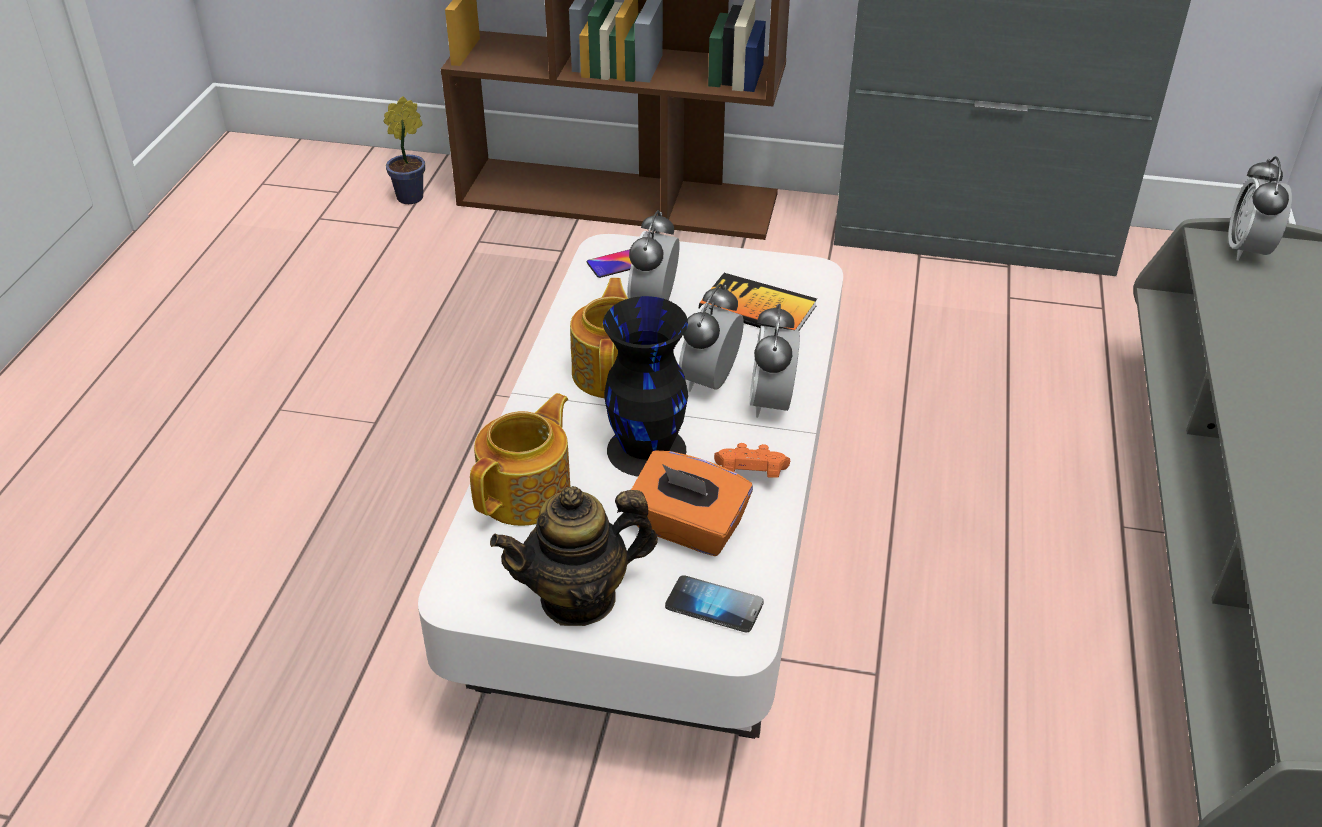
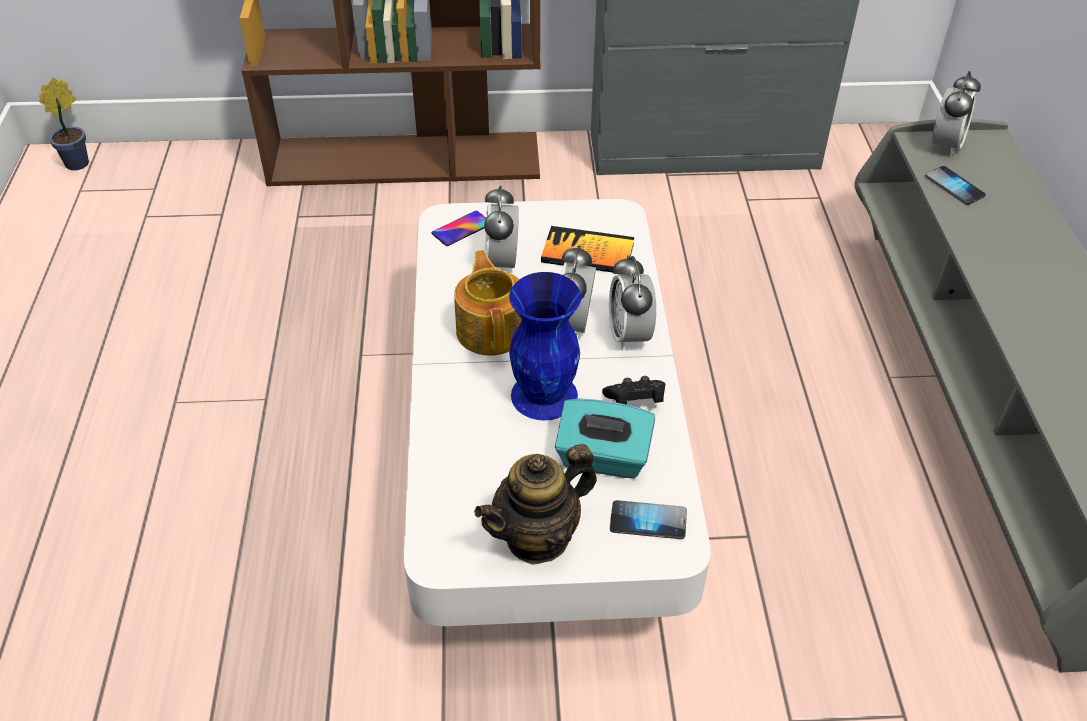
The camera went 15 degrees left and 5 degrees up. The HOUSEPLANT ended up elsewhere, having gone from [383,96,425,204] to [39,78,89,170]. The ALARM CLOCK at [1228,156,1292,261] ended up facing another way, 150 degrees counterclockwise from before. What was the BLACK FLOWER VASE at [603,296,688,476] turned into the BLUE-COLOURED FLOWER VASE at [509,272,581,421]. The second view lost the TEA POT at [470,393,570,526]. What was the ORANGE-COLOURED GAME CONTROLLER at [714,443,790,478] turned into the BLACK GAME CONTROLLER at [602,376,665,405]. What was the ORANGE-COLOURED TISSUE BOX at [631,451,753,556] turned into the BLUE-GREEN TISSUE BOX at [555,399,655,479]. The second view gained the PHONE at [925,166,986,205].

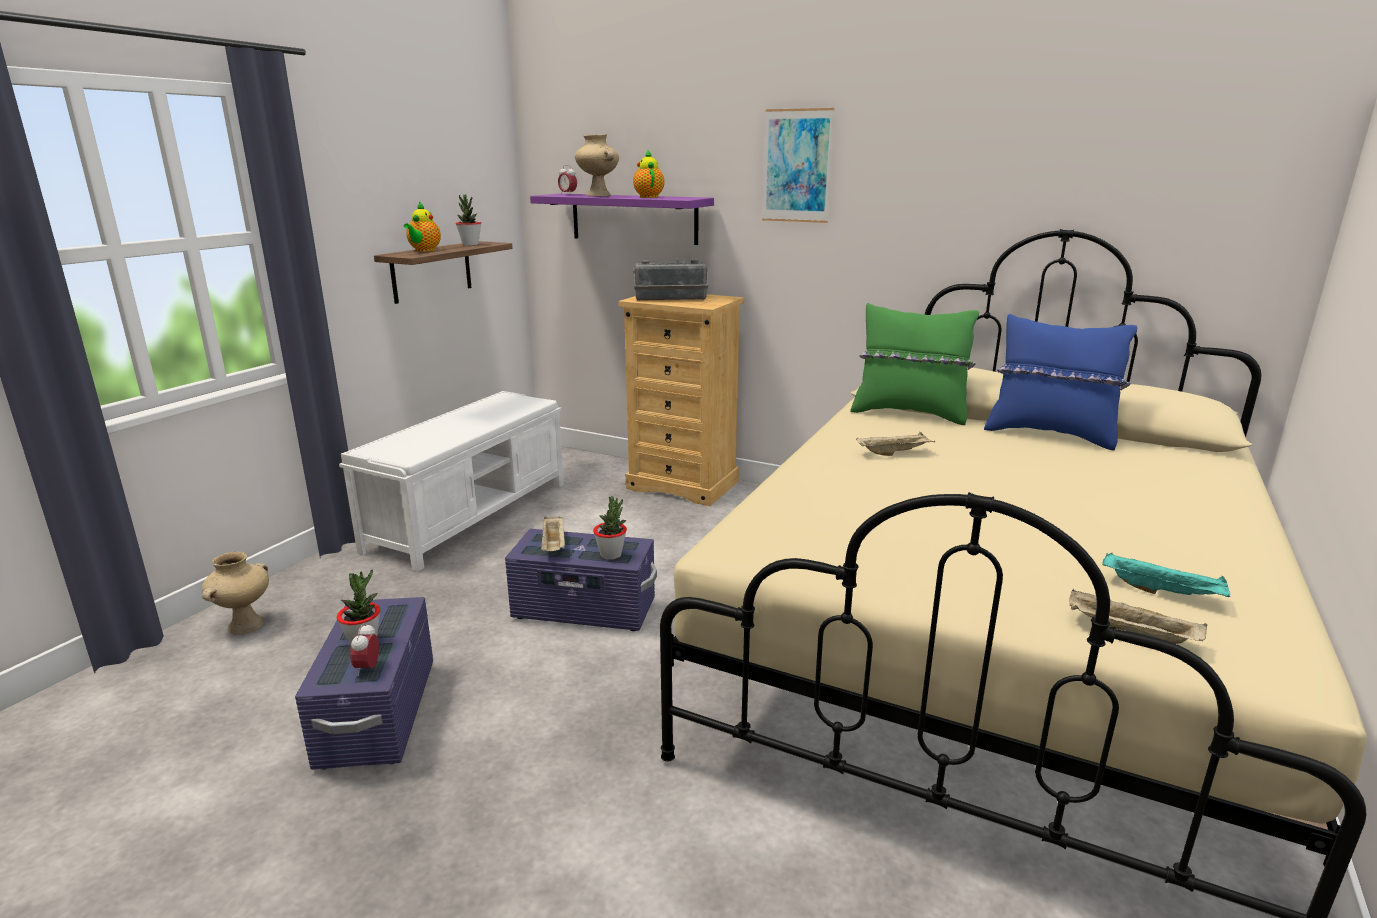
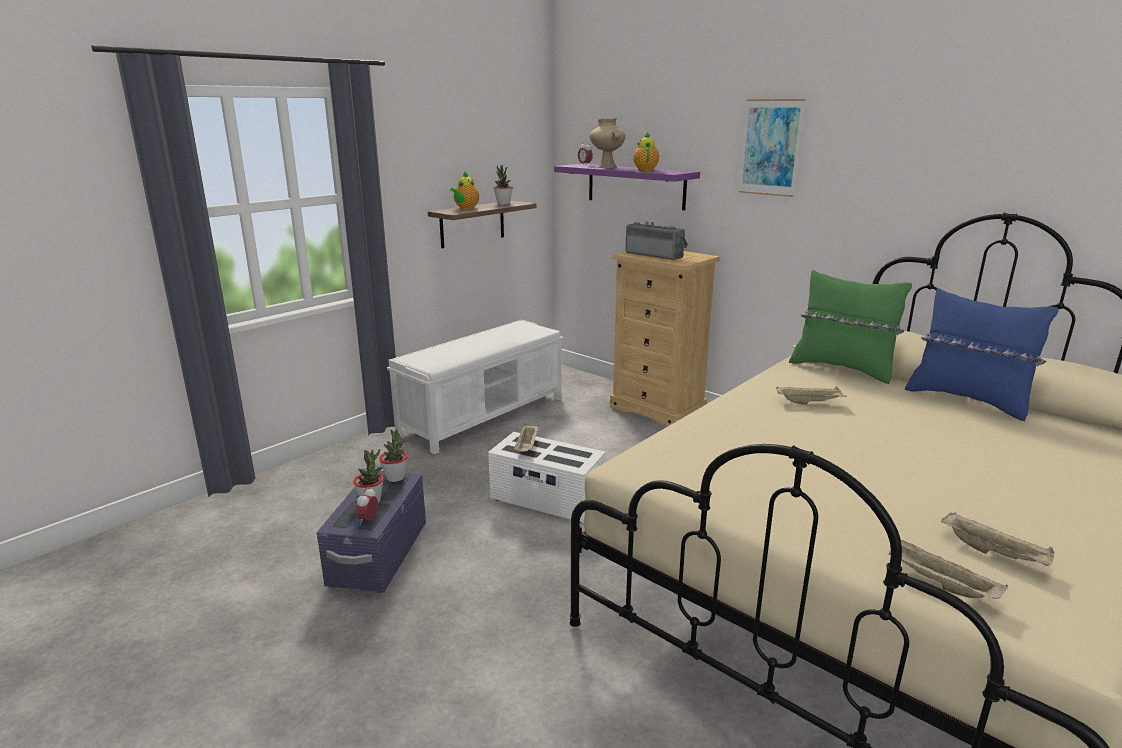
The camera went 15 degrees right and 0 degrees up. The RADIO at [633,259,708,301] ended up facing another way, 150 degrees counterclockwise from before. The HOUSEPLANT ended up elsewhere, having gone from [593,496,627,560] to [379,429,408,482]. What was the PURPLE STORAGE BIN at [505,529,657,631] turned into the WHITE-COLOURED STORAGE BIN at [488,432,606,523]. The second view lost the SAND-COLOURED FLOWER VASE at [202,552,269,635]. What was the BLUE-GREEN SERVING TRAY at [1102,552,1230,597] turned into the SAND-COLOURED SERVING TRAY at [941,512,1054,566].

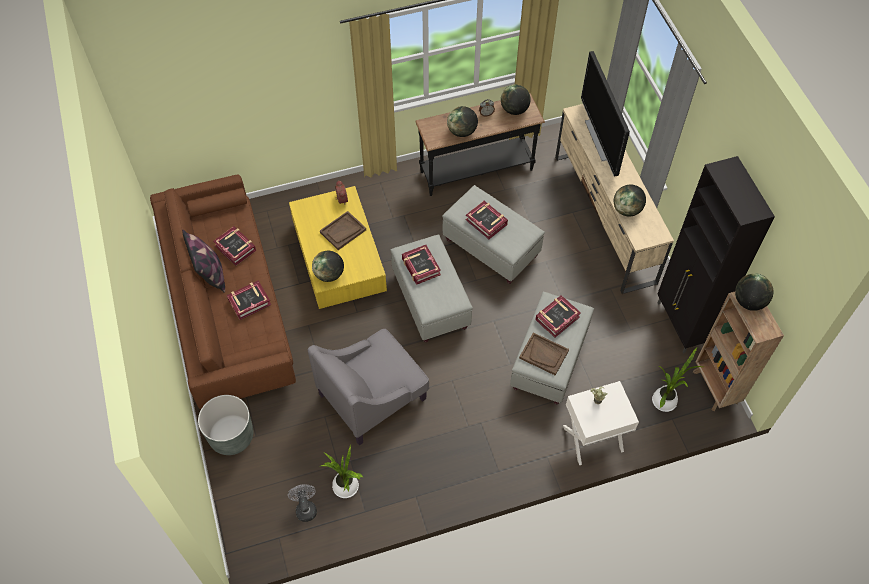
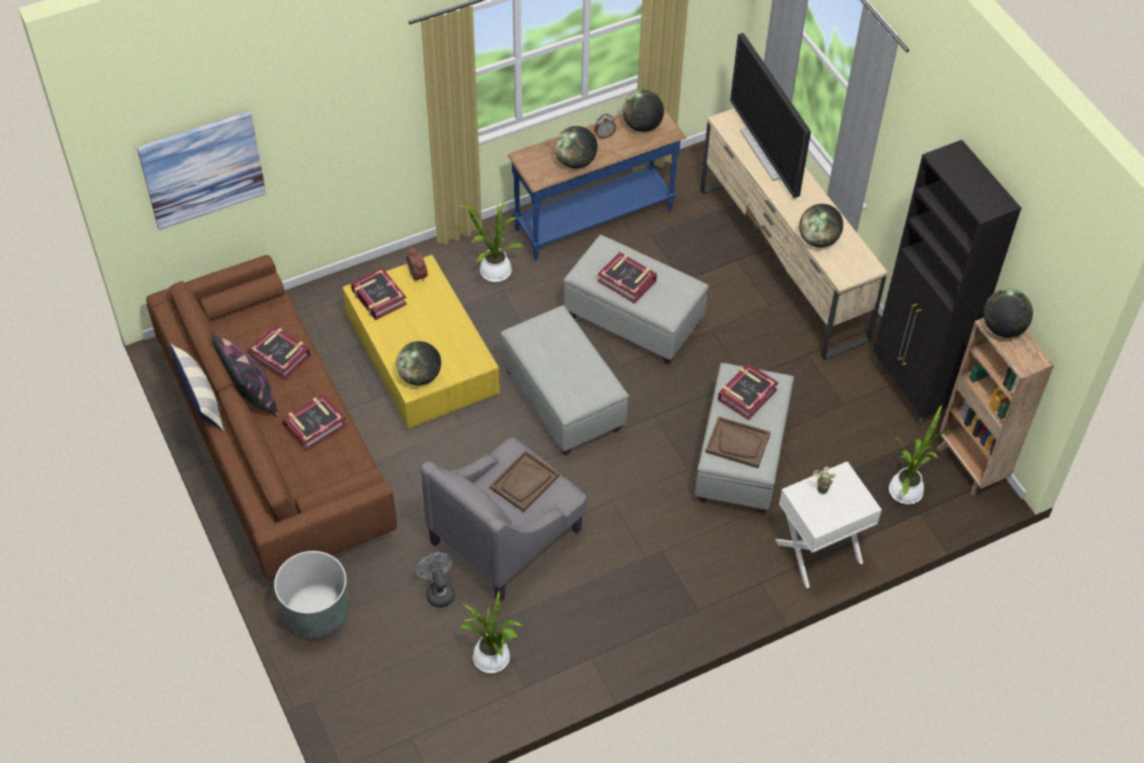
The camera went 10 degrees left and 5 degrees down. What was the BLACK NARROW TABLE at [415,93,545,196] turned into the BLUE-COLOURED NARROW TABLE at [508,108,687,260]. The BROWNISH SERVING TRAY ended up elsewhere, having gone from [320,211,366,250] to [490,450,560,512]. The VOLUME ended up elsewhere, having gone from [402,245,441,285] to [351,267,407,320]. The GREY ELECTRIC FAN ended up elsewhere, having gone from [288,484,317,522] to [416,552,455,608]. The second view gained the PICTURE at [137,111,266,230]. The second view gained the HOUSEPLANT at [457,200,523,282]. The second view gained the CUSHION at [170,343,223,431].

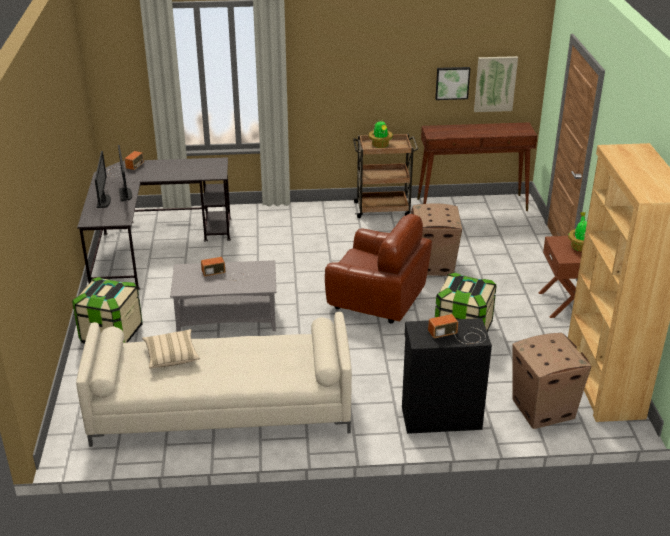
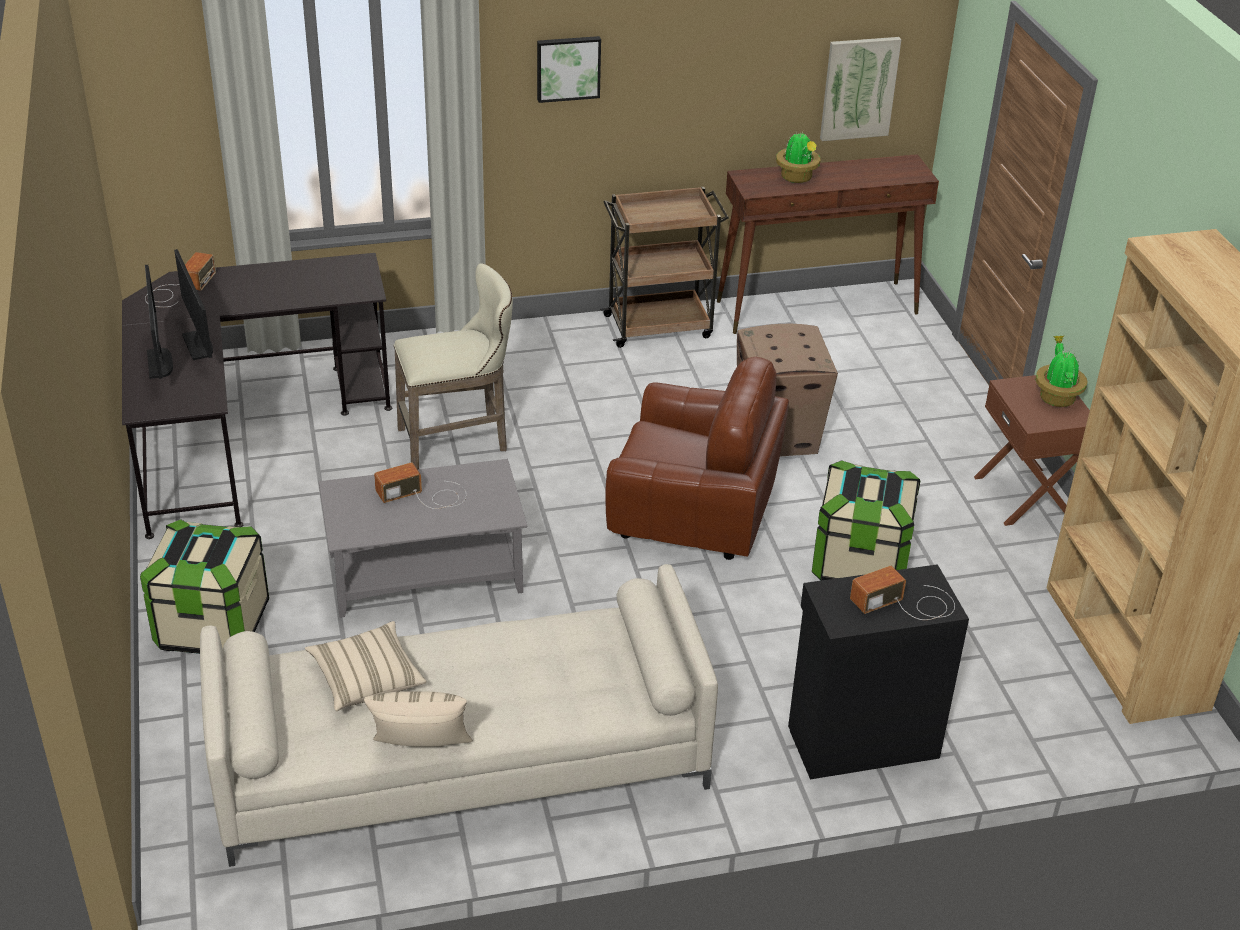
The camera went 10 degrees left and 5 degrees up. The PICTURE ended up elsewhere, having gone from [435,67,470,100] to [537,36,601,103]. The HOUSEPLANT ended up elsewhere, having gone from [369,119,393,148] to [776,132,820,183]. The second view lost the PACKING BOX at [512,333,591,429]. The second view gained the SAND-COLOURED STOOL at [394,263,513,470]. The second view gained the SAND-COLOURED CUSHION at [364,691,473,747].

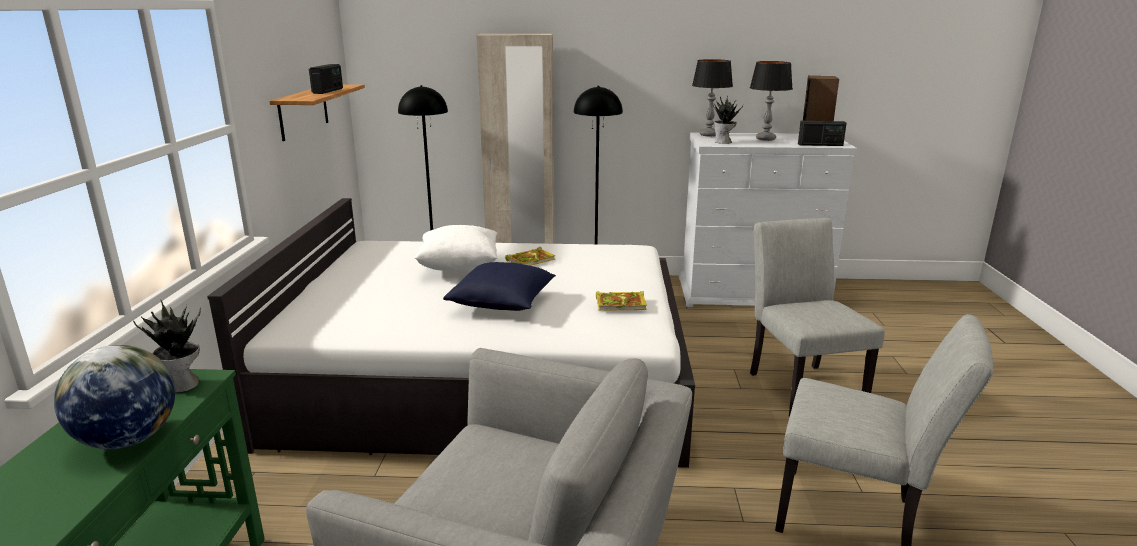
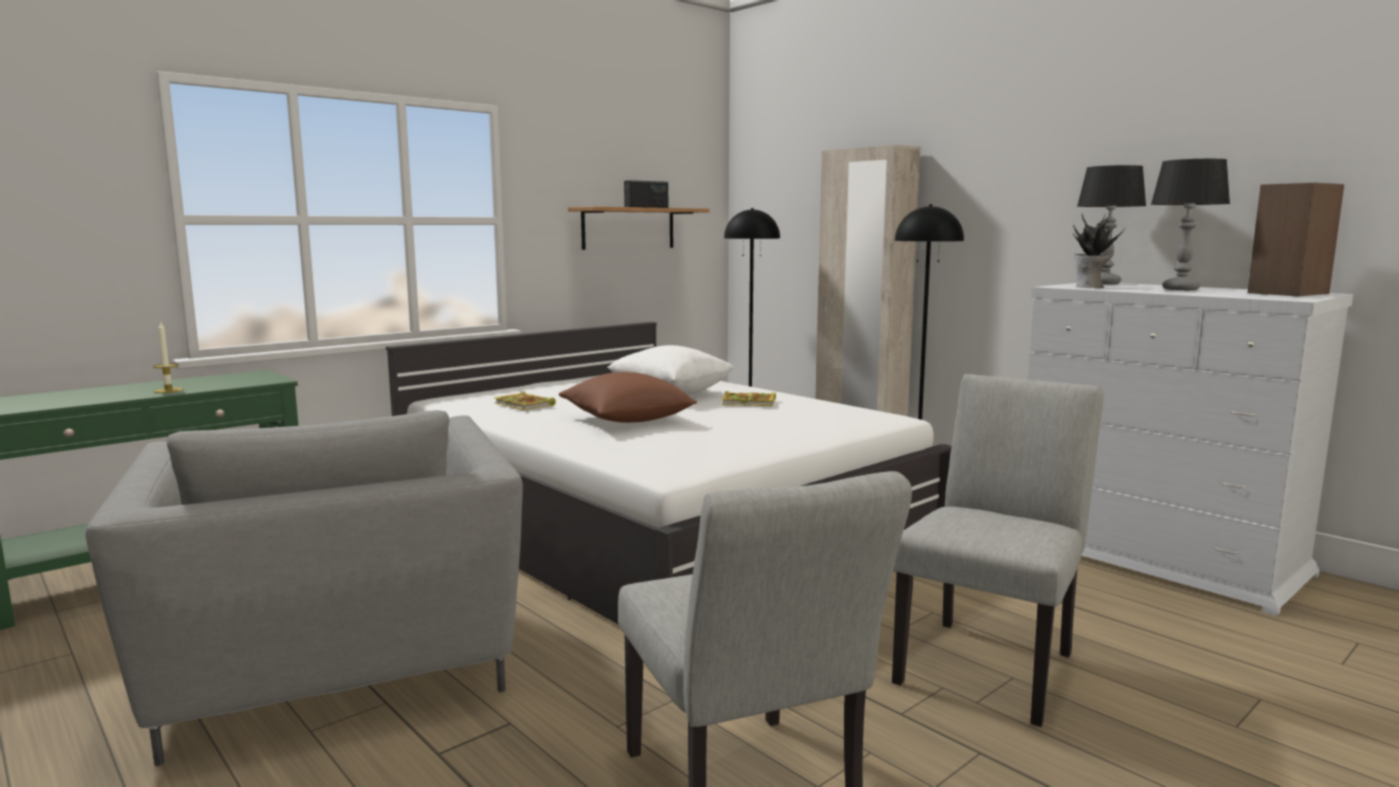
The camera went 45 degrees right and 10 degrees down. The second view lost the RADIO at [798,121,847,146]. What was the BLUE-COLOURED CUSHION at [443,262,556,311] turned into the BROWNISH CUSHION at [559,372,697,423]. The VOLUME ended up elsewhere, having gone from [596,291,647,311] to [495,392,556,410]. The second view lost the HOUSEPLANT at [133,300,201,393]. Where the GLOBE stood at [54,345,175,449], the CANDLE came to stand at [153,321,184,393].

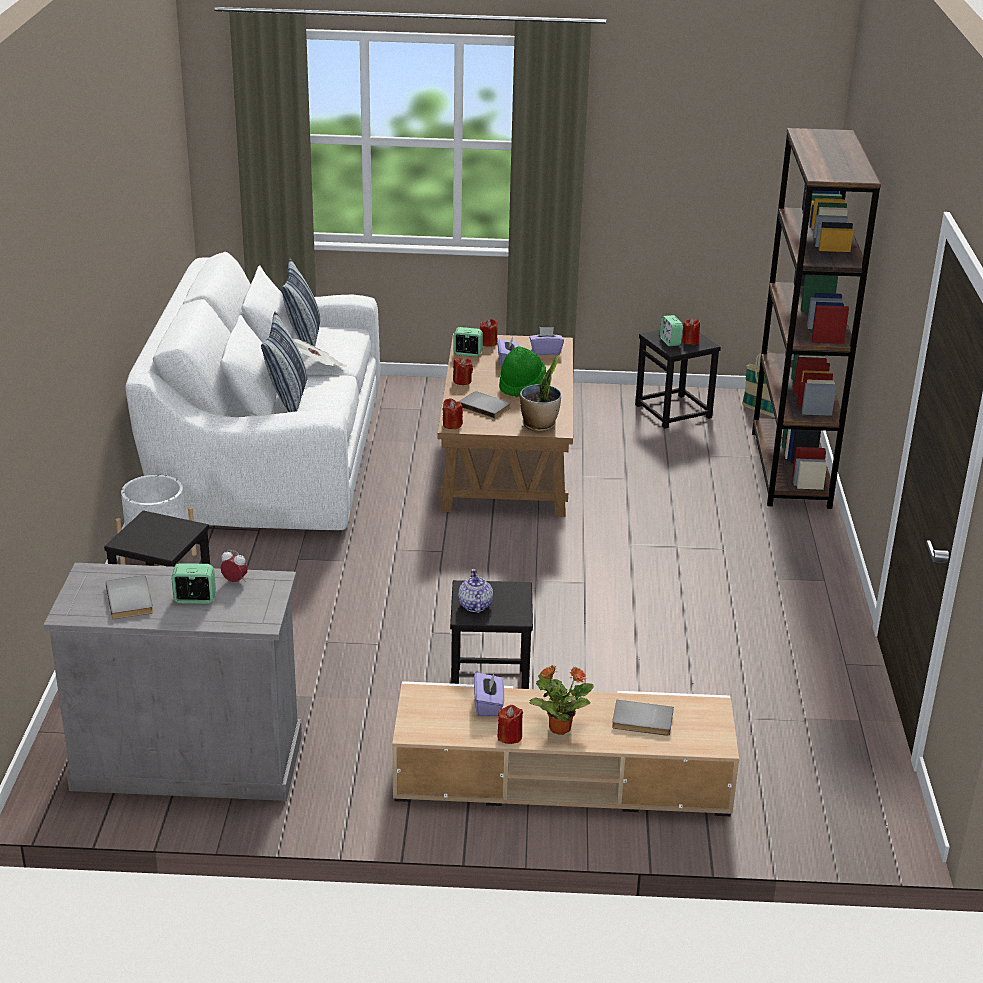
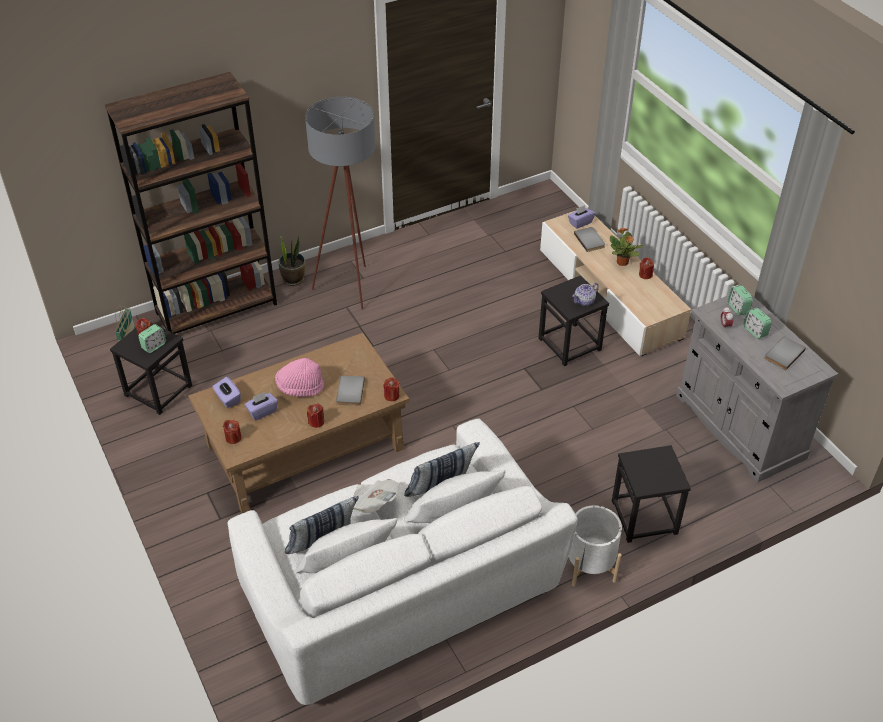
The camera went 120 degrees left and 15 degrees up. The ALARM CLOCK ended up elsewhere, having gone from [453,327,483,357] to [728,285,753,316]. What was the GREEN HAT at [499,346,546,397] turned into the PINK HAT at [275,358,324,397]. The HOUSEPLANT ended up elsewhere, having gone from [520,354,561,432] to [278,235,305,286]. The PURPLE TISSUE BOX ended up elsewhere, having gone from [474,672,504,716] to [568,205,595,229]. The second view gained the GREY STANDARD LAMP at [305,97,376,309].

